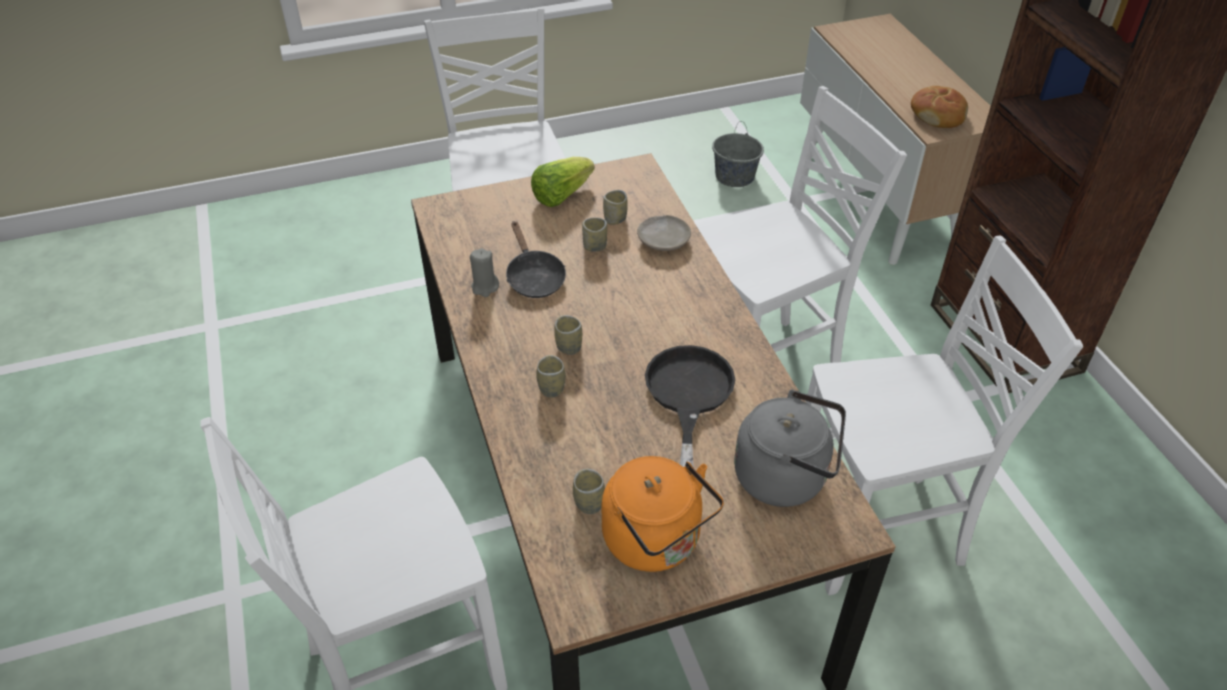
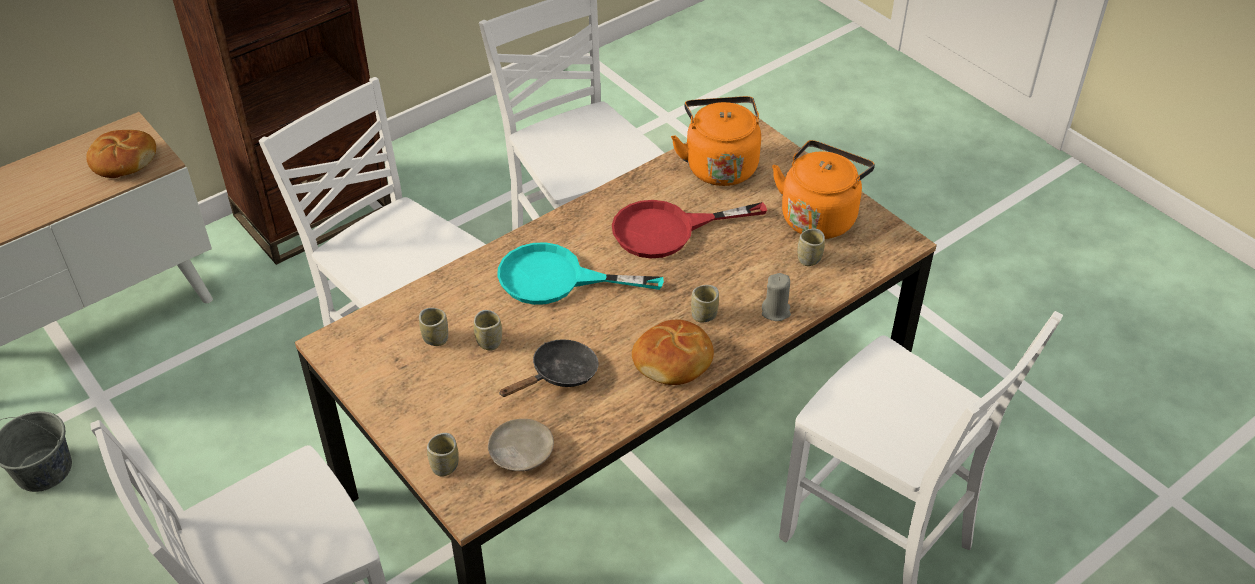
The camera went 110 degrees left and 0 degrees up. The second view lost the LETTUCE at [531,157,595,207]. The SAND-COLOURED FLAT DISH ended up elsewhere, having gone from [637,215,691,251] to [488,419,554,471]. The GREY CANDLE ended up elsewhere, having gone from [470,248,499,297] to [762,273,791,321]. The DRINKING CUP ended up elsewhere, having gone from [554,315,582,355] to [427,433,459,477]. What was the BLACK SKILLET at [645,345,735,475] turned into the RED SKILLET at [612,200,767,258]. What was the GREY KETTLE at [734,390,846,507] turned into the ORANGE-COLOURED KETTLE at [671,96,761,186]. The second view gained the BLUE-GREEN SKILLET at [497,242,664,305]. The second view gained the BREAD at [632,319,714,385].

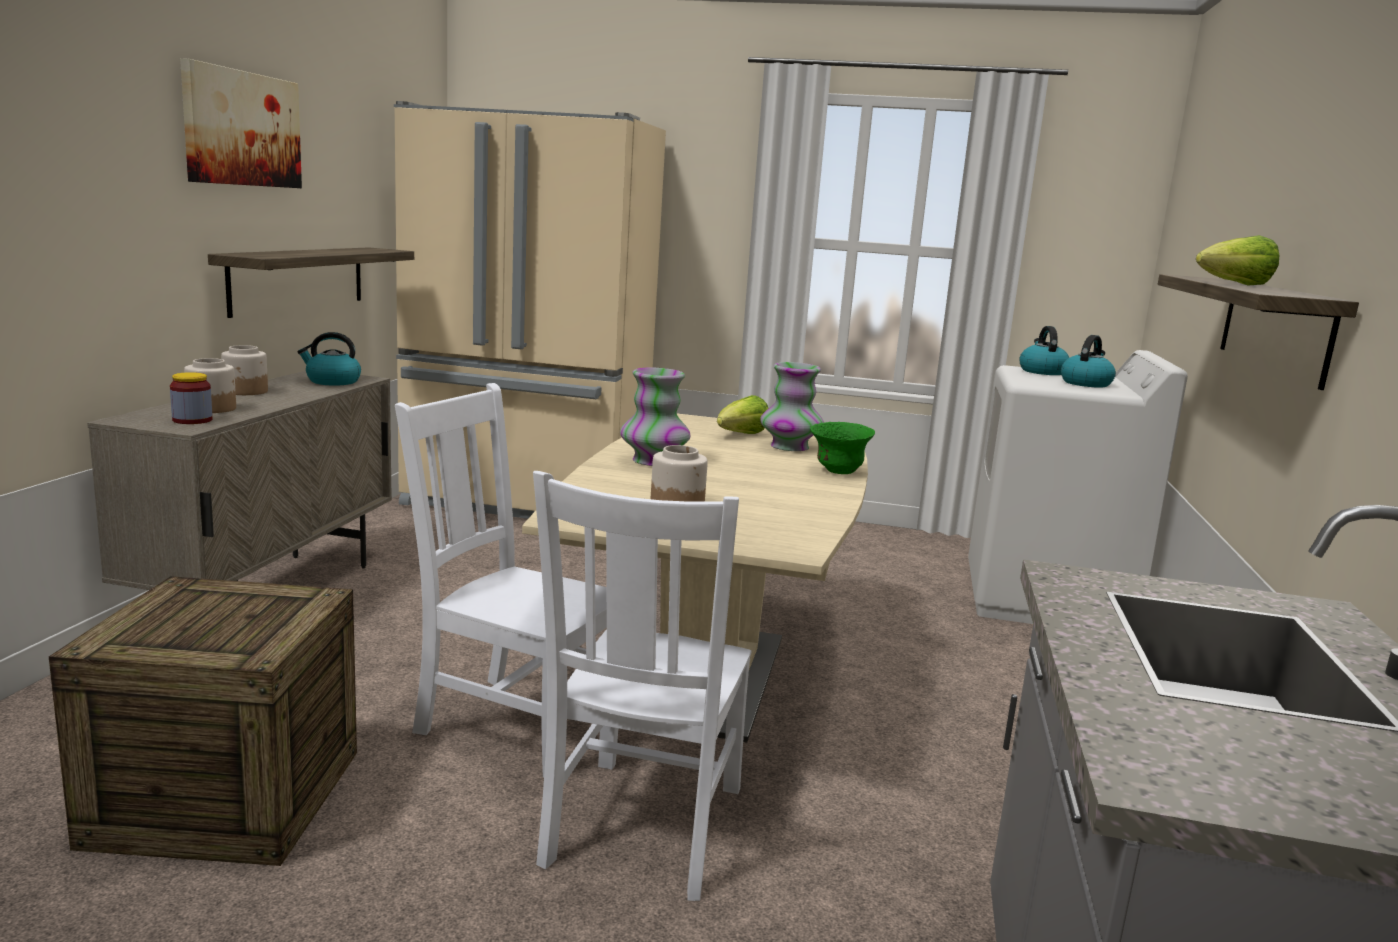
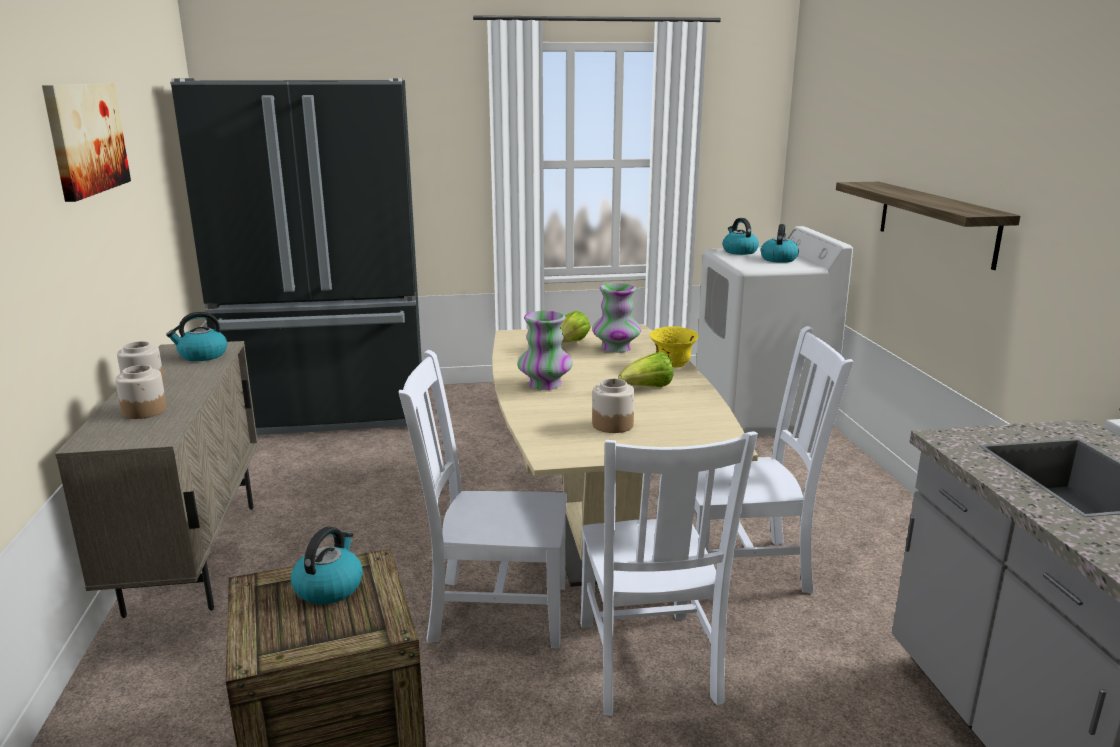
The camera went 20 degrees left and 5 degrees up. What was the SAND-COLOURED REFRIGERATOR at [394,101,666,519] turned into the BLACK REFRIGERATOR at [170,78,422,435]. The LETTUCE ended up elsewhere, having gone from [1196,235,1279,286] to [618,352,674,387]. The second view lost the SHELF at [208,247,414,318]. The second view lost the PRESERVE JAR at [170,372,212,424]. What was the GREEN BOWL at [810,422,875,474] turned into the YELLOW BOWL at [650,327,698,368]. The second view gained the WHITE-COLOURED UPRIGHT CHAIR at [694,326,853,593]. The second view gained the KETTLE at [291,526,363,605].

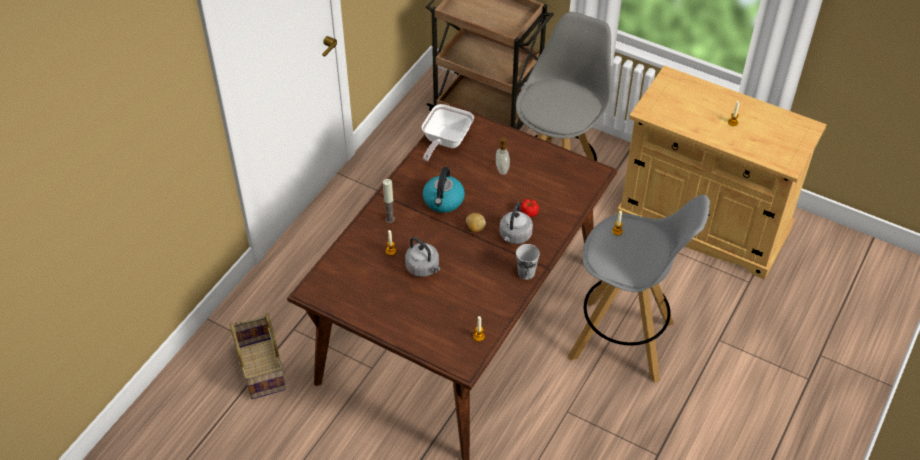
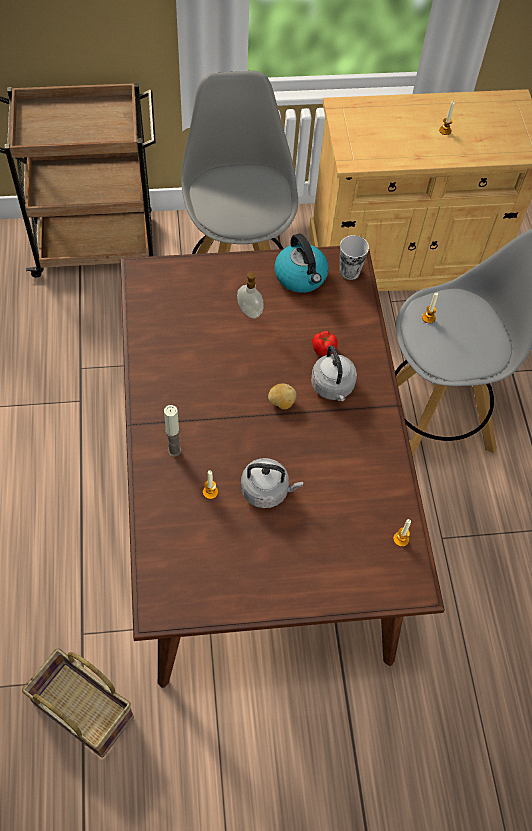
The camera went 40 degrees left and 10 degrees up. The second view lost the SKILLET at [422,104,474,161]. The KETTLE ended up elsewhere, having gone from [423,167,465,213] to [274,233,329,293]. The DRINKING CUP ended up elsewhere, having gone from [516,244,540,280] to [340,235,369,280].

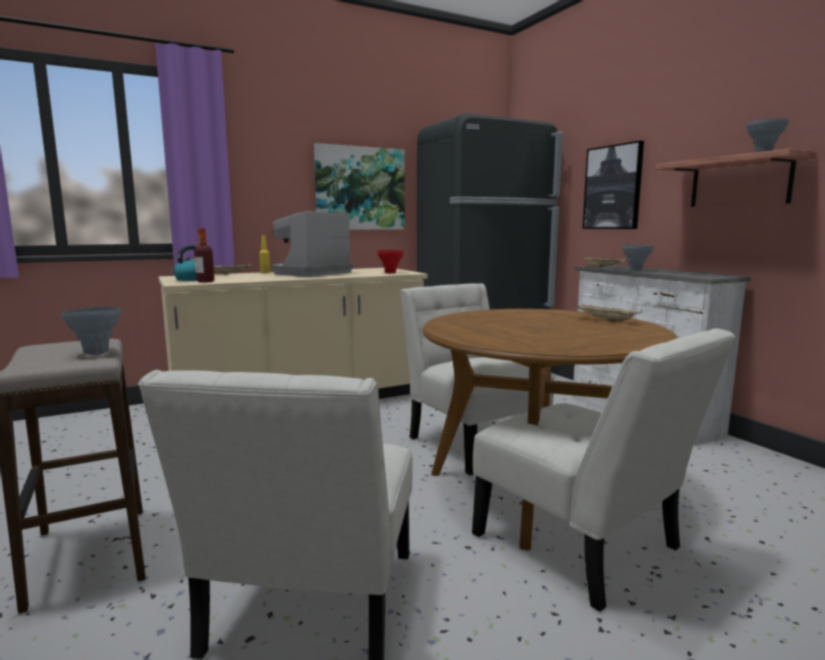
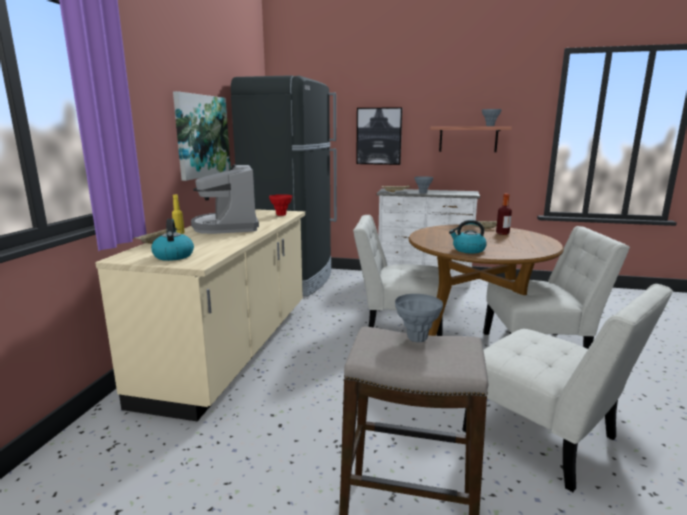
The camera went 50 degrees left and 5 degrees up. The DRINK BOTTLE ended up elsewhere, having gone from [194,228,214,283] to [496,194,512,235]. The second view gained the KETTLE at [449,220,487,254].

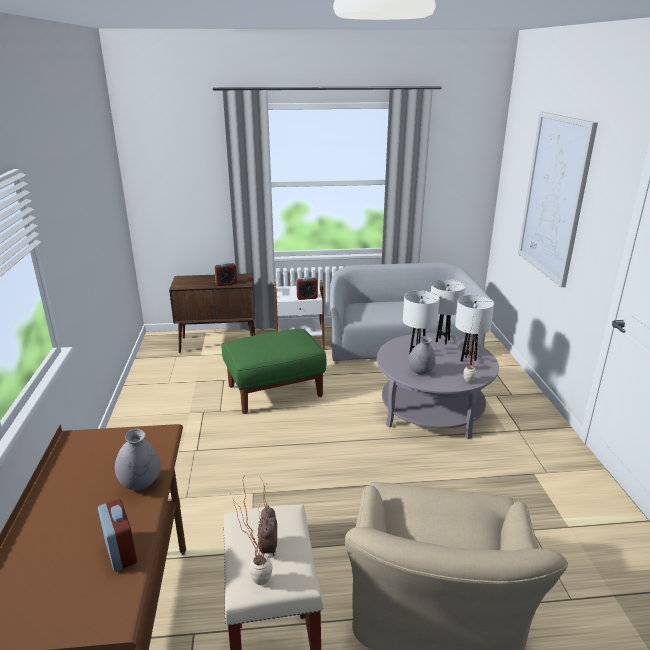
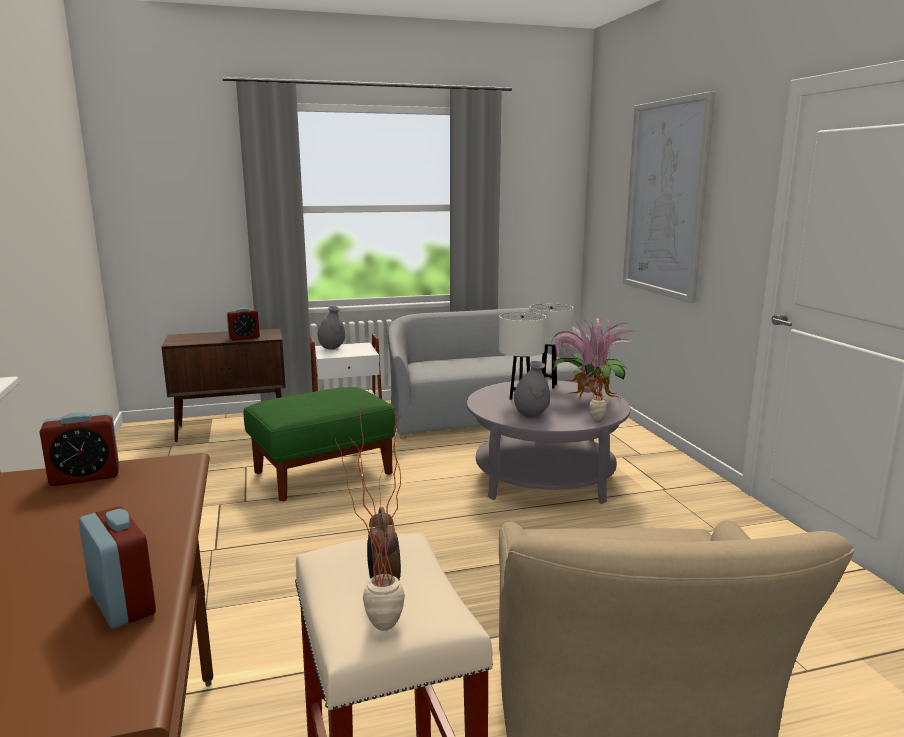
The camera went 10 degrees left and 10 degrees down. The ALARM CLOCK ended up elsewhere, having gone from [296,277,318,300] to [40,412,119,486]. Where the WHITE-COLOURED LAMP FOR A TABLE stood at [455,295,494,365], the HOUSEPLANT came to stand at [551,318,636,402]. The GREY FLOWER VASE ended up elsewhere, having gone from [115,429,161,490] to [318,306,345,350].

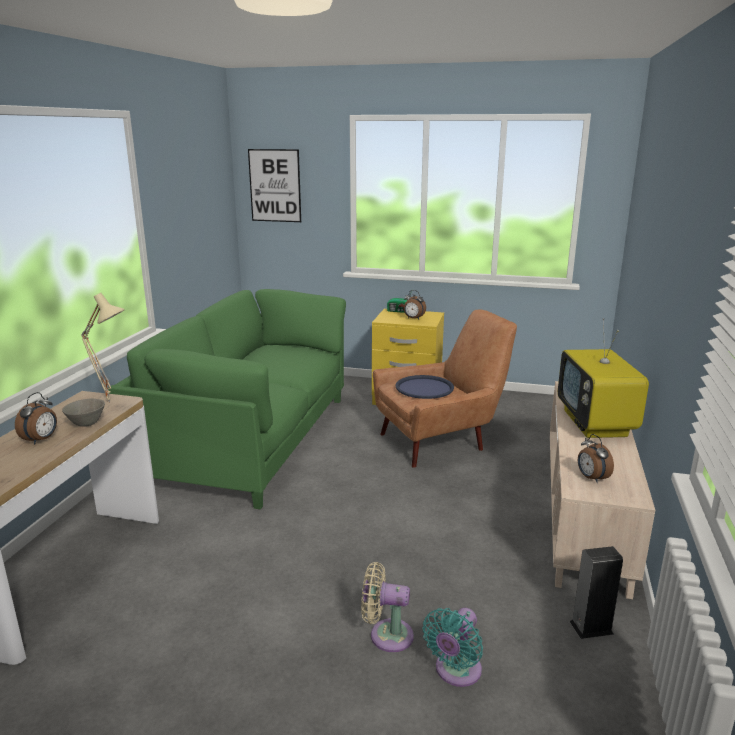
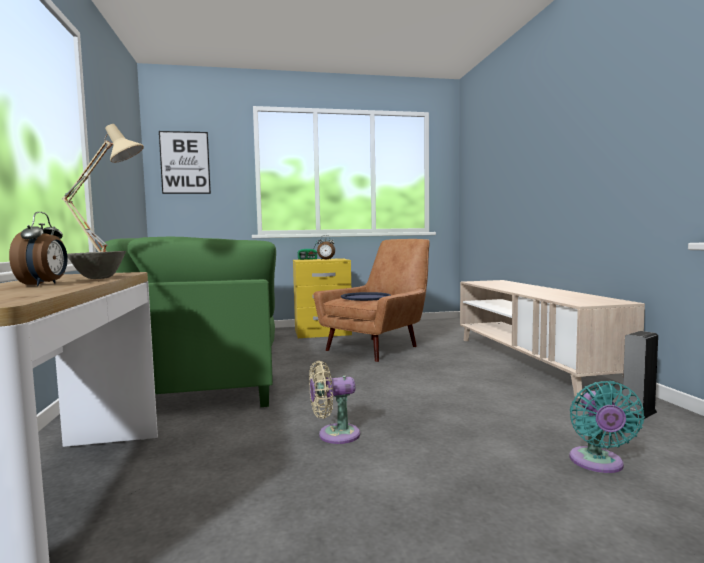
The camera went 25 degrees left and 15 degrees down. The second view lost the TV SET at [558,318,649,438]. The second view lost the ALARM CLOCK at [578,434,614,483]. The SAND-COLOURED ELECTRIC FAN ended up elsewhere, having gone from [361,562,414,652] to [309,361,360,444].

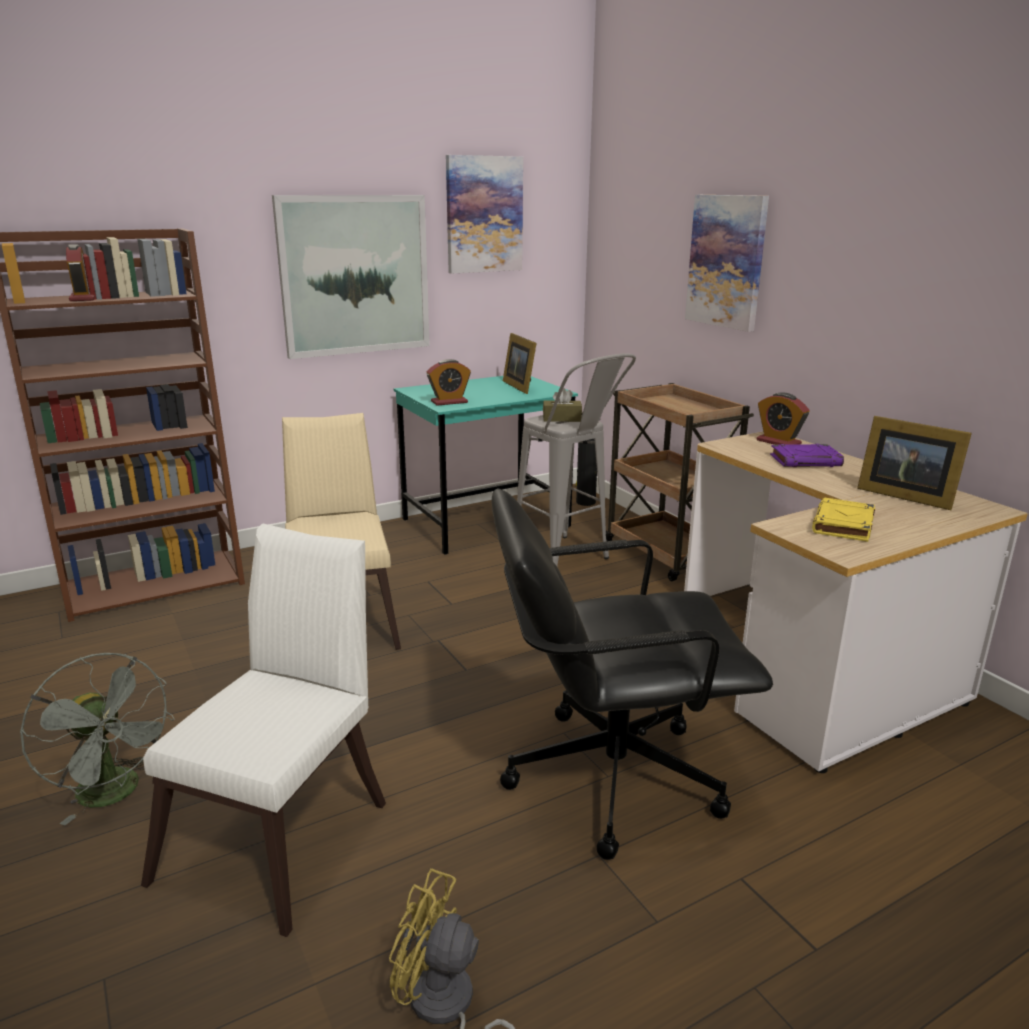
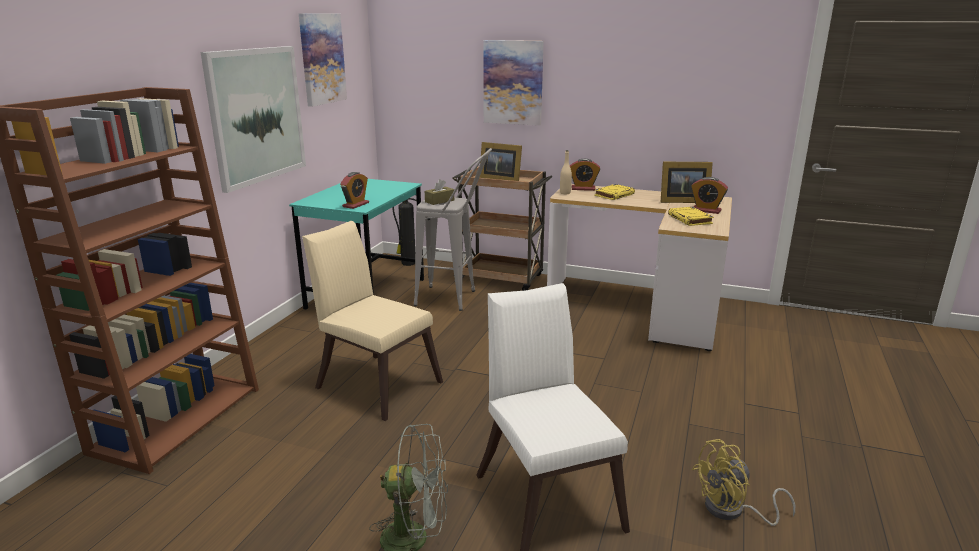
The camera went 40 degrees left and 0 degrees up. The ALARM CLOCK ended up elsewhere, having gone from [66,244,95,301] to [691,177,728,214]. The PHOTO FRAME ended up elsewhere, having gone from [503,333,537,394] to [479,142,522,181]. What was the PURPLE VOLUME at [770,444,844,467] turned into the YELLOW VOLUME at [594,184,635,200]. The second view lost the BLACK COMPUTER CHAIR at [491,488,773,860]. The second view gained the SAND-COLOURED DRINK BOTTLE at [560,150,572,194].

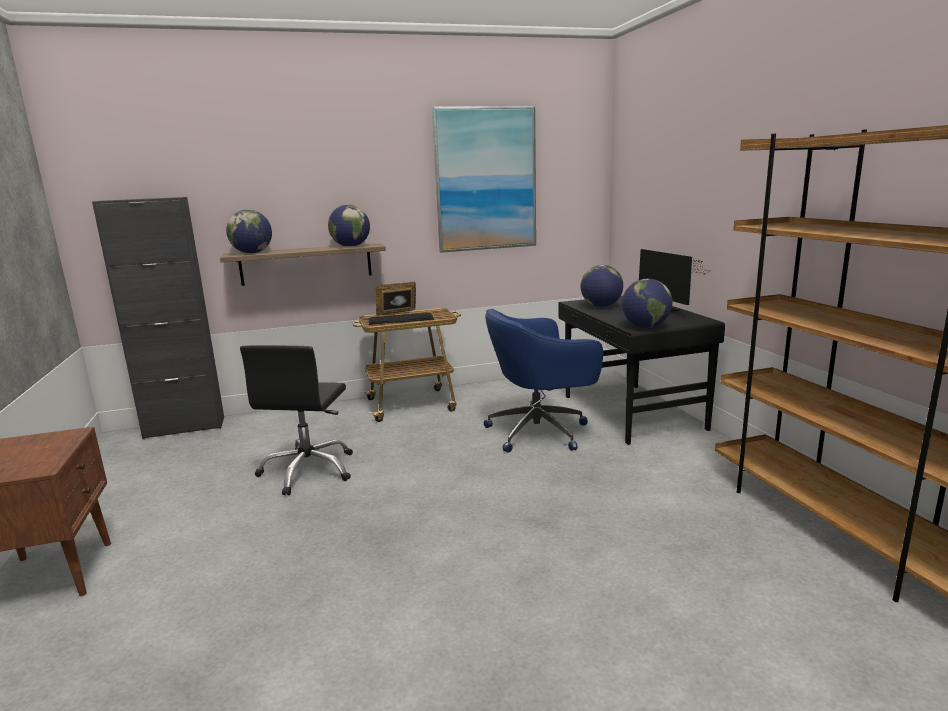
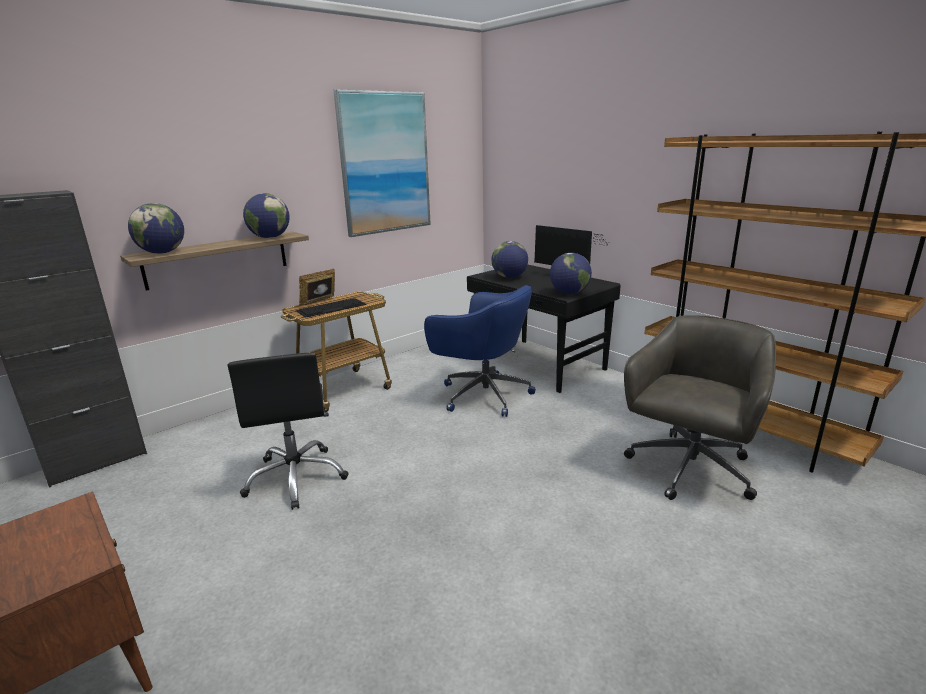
The camera went 25 degrees left and 5 degrees up. The BLUE-COLOURED COMPUTER CHAIR at [484,309,603,453] ended up facing another way, 105 degrees counterclockwise from before. The second view gained the GREY COMPUTER CHAIR at [624,315,776,500].

